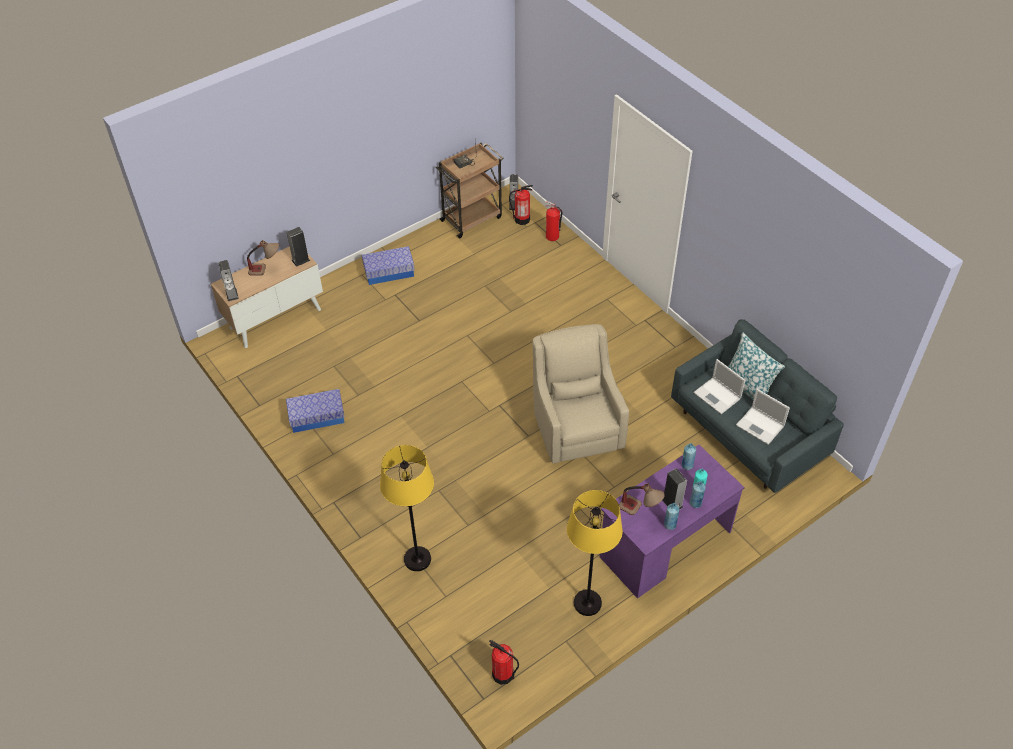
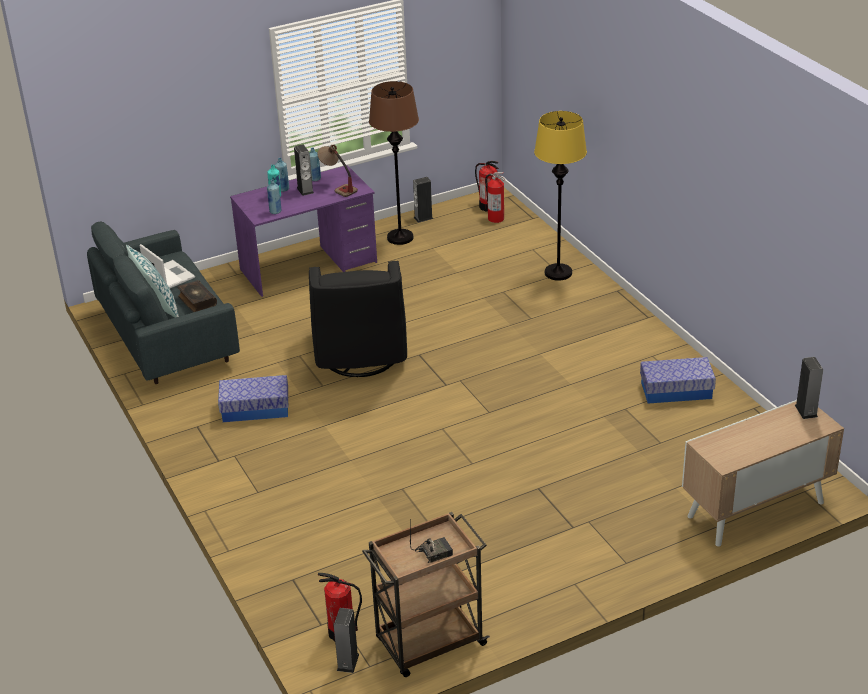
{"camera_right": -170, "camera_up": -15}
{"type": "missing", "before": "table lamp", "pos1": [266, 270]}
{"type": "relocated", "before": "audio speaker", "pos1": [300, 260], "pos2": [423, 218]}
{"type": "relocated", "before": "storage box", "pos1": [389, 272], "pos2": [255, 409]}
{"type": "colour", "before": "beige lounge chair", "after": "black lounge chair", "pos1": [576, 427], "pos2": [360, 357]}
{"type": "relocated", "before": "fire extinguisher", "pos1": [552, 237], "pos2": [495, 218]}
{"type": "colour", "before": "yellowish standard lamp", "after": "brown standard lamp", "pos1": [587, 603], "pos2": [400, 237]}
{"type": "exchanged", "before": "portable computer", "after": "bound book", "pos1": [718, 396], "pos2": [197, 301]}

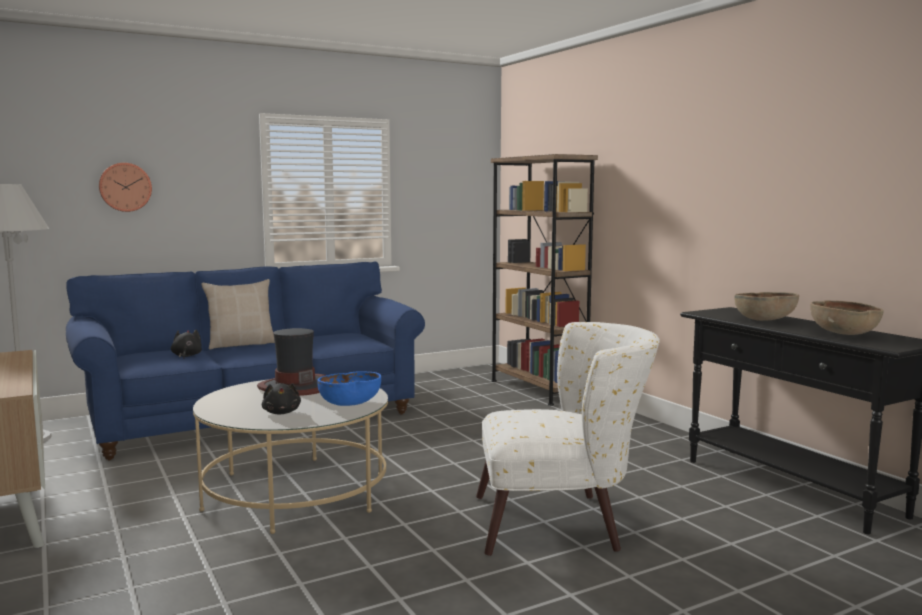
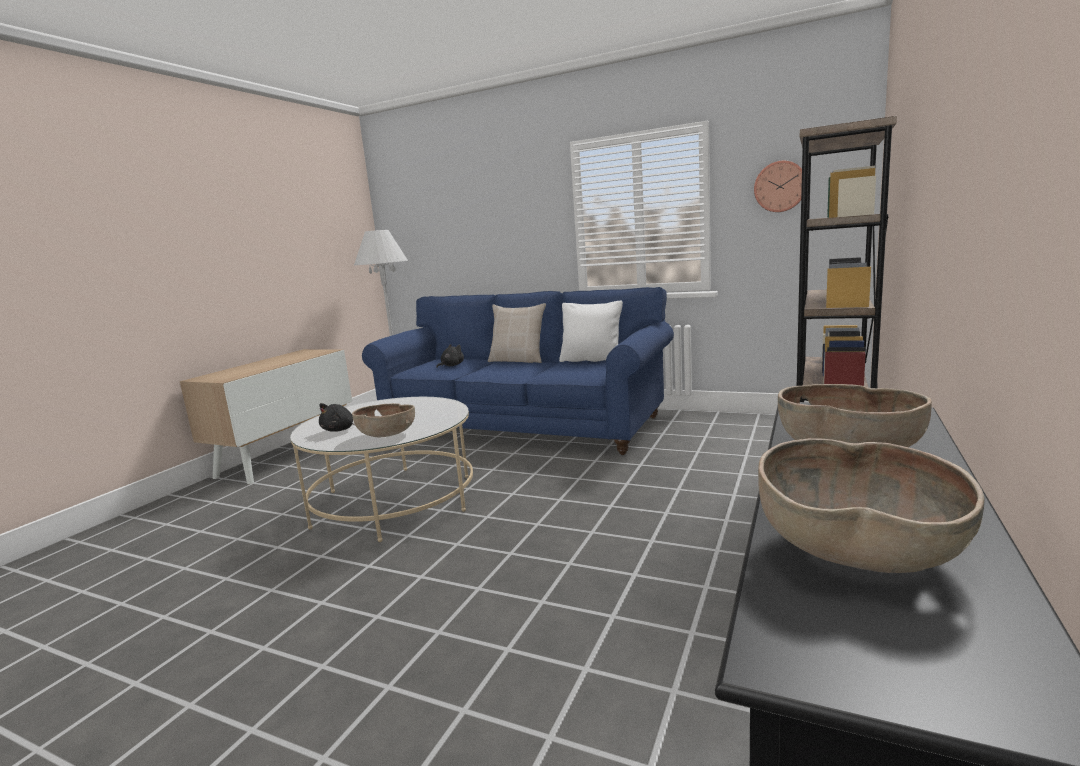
{"camera_right": 55, "camera_up": 5}
{"type": "relocated", "before": "hanging clock", "pos1": [125, 187], "pos2": [780, 186]}
{"type": "missing", "before": "clothing hat", "pos1": [295, 386]}
{"type": "colour", "before": "bluish deep dish", "after": "brown deep dish", "pos1": [350, 404], "pos2": [386, 436]}
{"type": "missing", "before": "white lounge chair", "pos1": [563, 523]}
{"type": "appeared", "after": "white throw pillow", "pos2": [592, 360]}

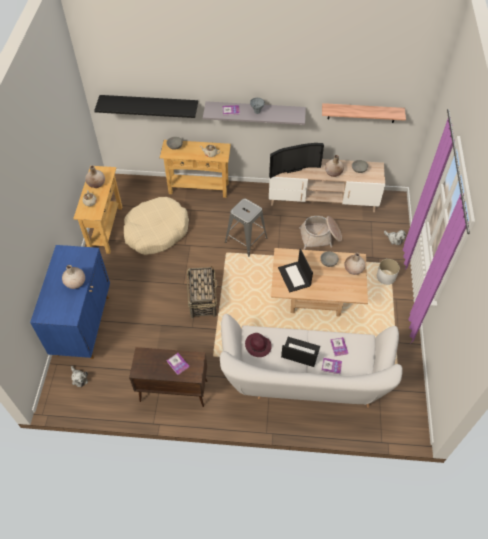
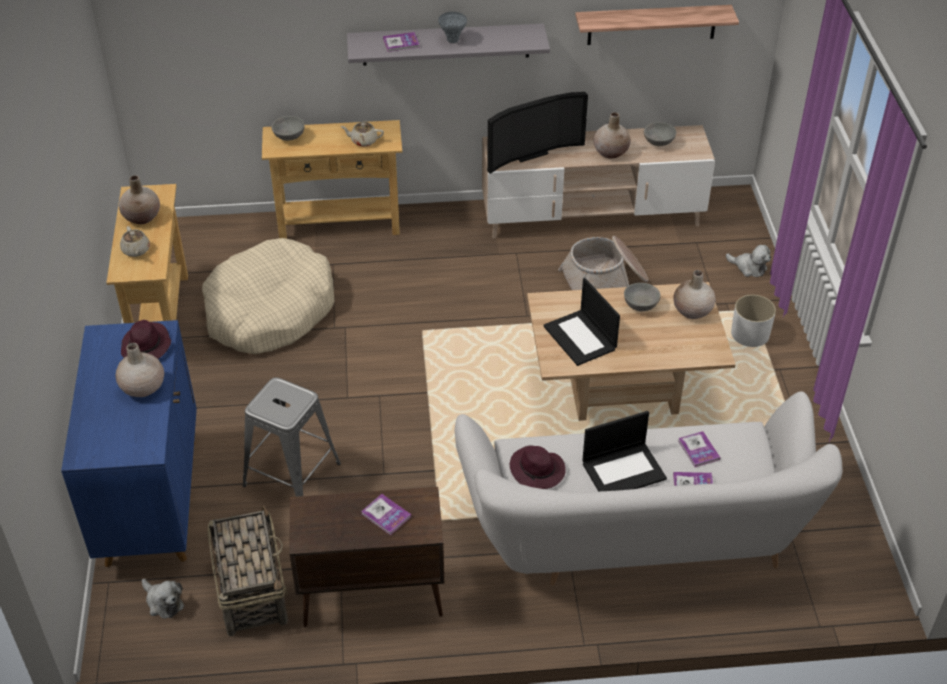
{"camera_right": -10, "camera_up": -10}
{"type": "missing", "before": "black shelf", "pos1": [149, 105]}
{"type": "relocated", "before": "storage basket", "pos1": [203, 299], "pos2": [251, 589]}
{"type": "relocated", "before": "gray stool seat", "pos1": [246, 240], "pos2": [292, 474]}
{"type": "spun", "before": "portable computer", "pos1": [300, 352], "pos2": [624, 470], "turn": 150}
{"type": "appeared", "after": "purple clothing hat", "pos2": [146, 346]}

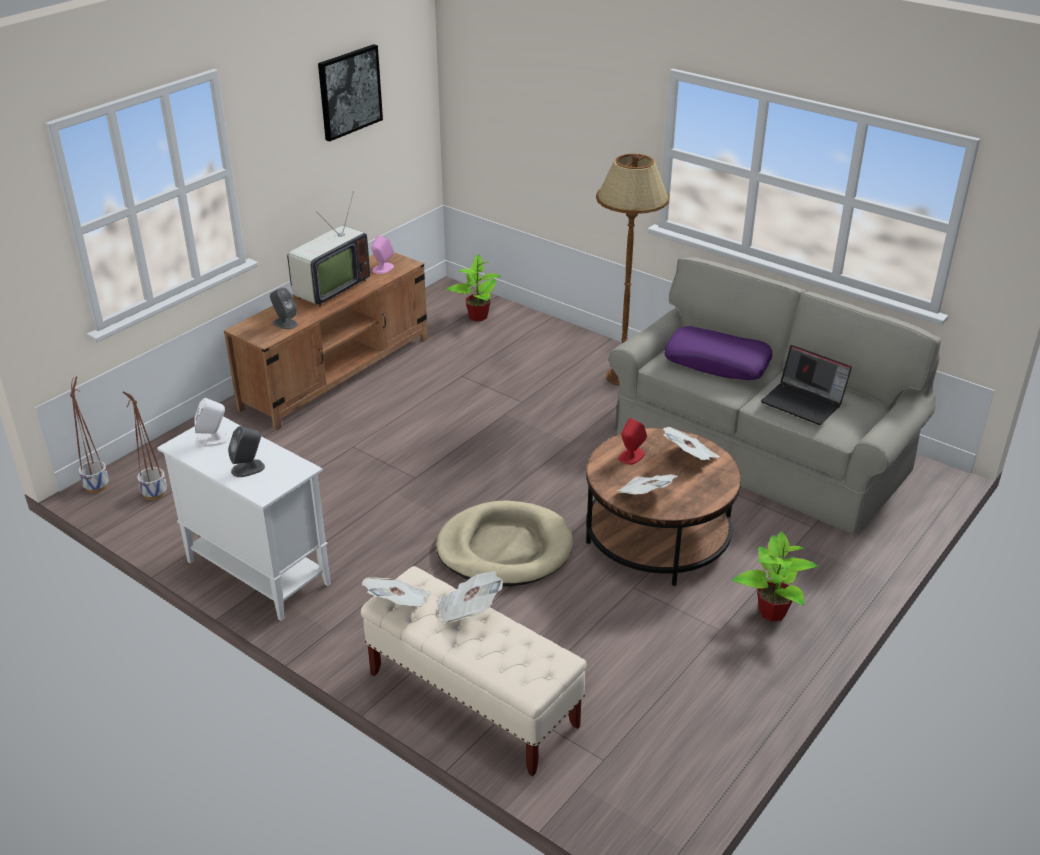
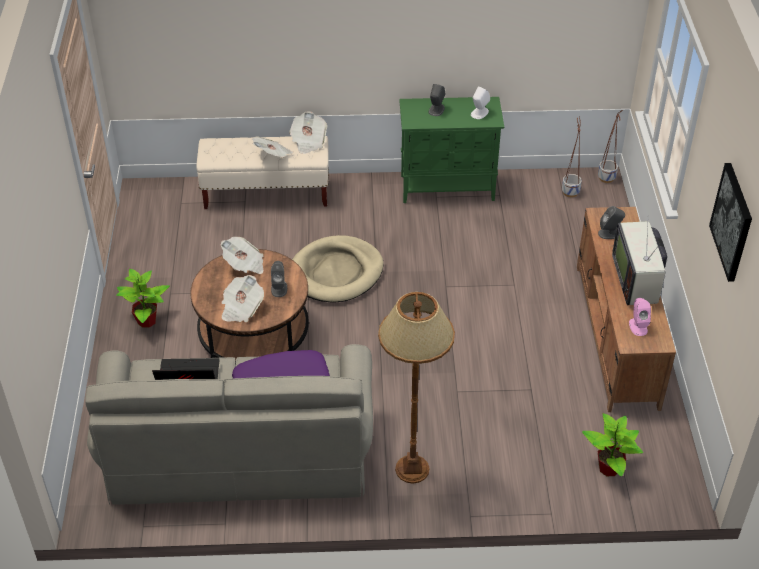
{"camera_right": 140, "camera_up": 10}
{"type": "colour", "before": "white storage cabinet", "after": "green-coloured storage cabinet", "pos1": [257, 572], "pos2": [448, 187]}
{"type": "colour", "before": "reddish audio speaker", "after": "gray audio speaker", "pos1": [631, 456], "pos2": [279, 288]}

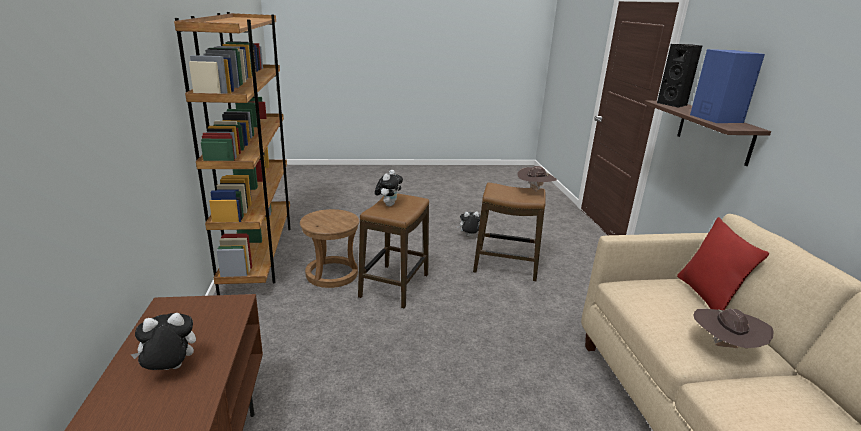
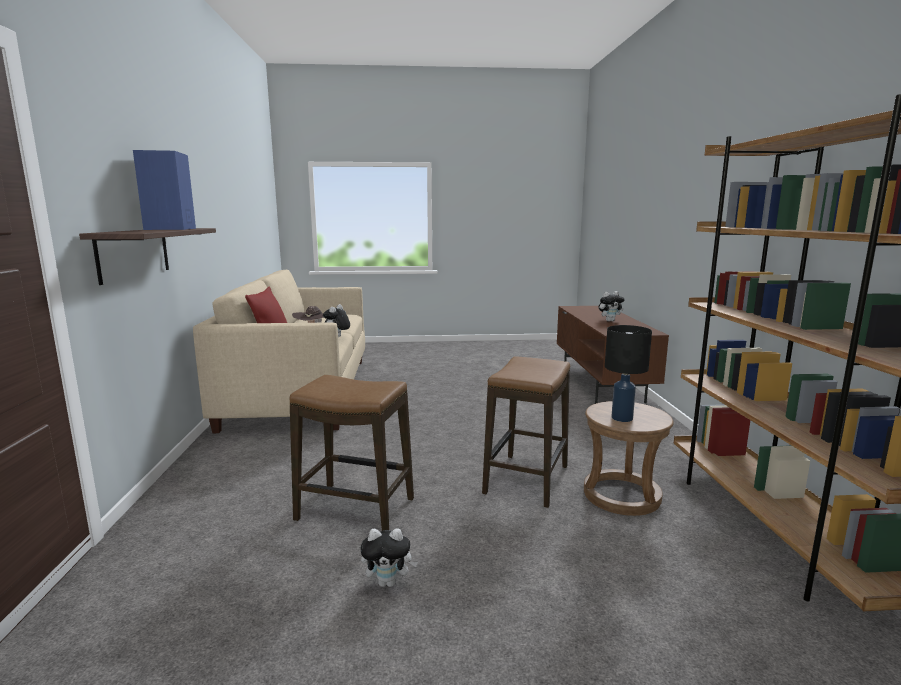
{"camera_right": -175, "camera_up": -10}
{"type": "relocated", "before": "cuddly toy", "pos1": [388, 204], "pos2": [337, 337]}
{"type": "missing", "before": "brown clothing hat", "pos1": [534, 191]}
{"type": "missing", "before": "black audio speaker", "pos1": [673, 104]}
{"type": "appeared", "after": "black table lamp", "pos2": [622, 418]}

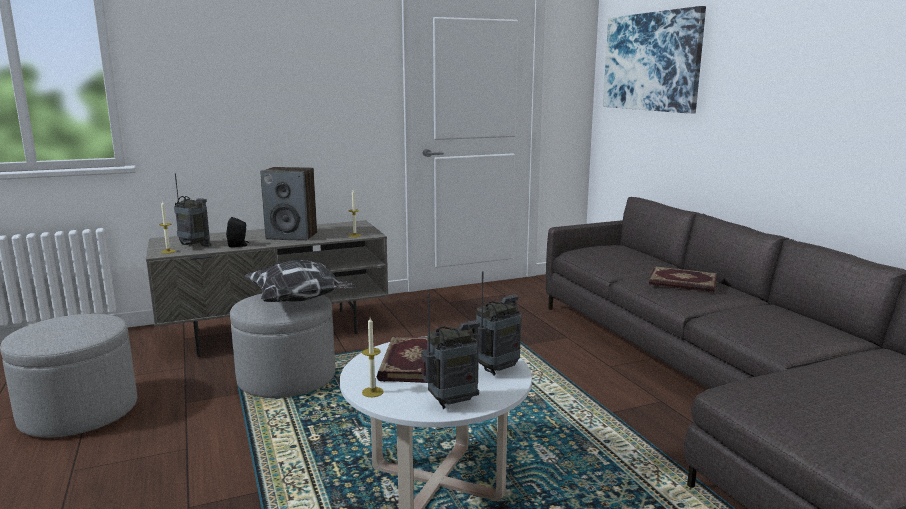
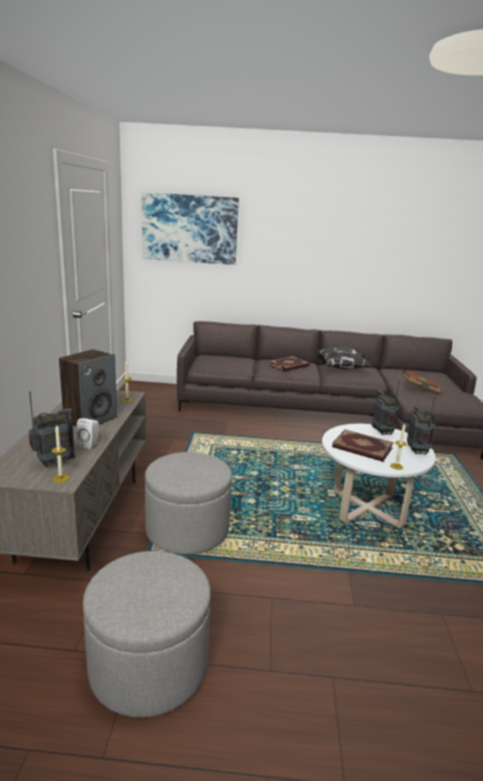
{"camera_right": -65, "camera_up": 5}
{"type": "colour", "before": "black audio speaker", "after": "white audio speaker", "pos1": [239, 245], "pos2": [90, 444]}
{"type": "relocated", "before": "throw pillow", "pos1": [300, 301], "pos2": [343, 368]}
{"type": "appeared", "after": "brown bound book", "pos2": [420, 389]}

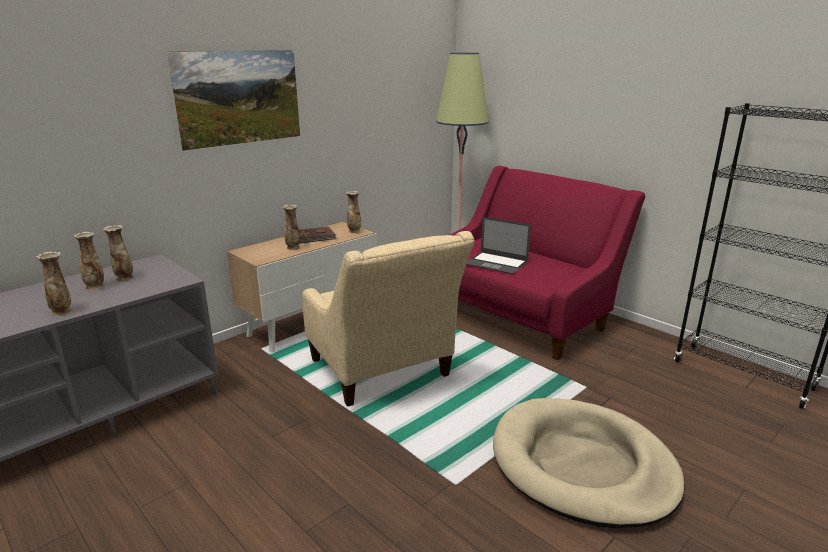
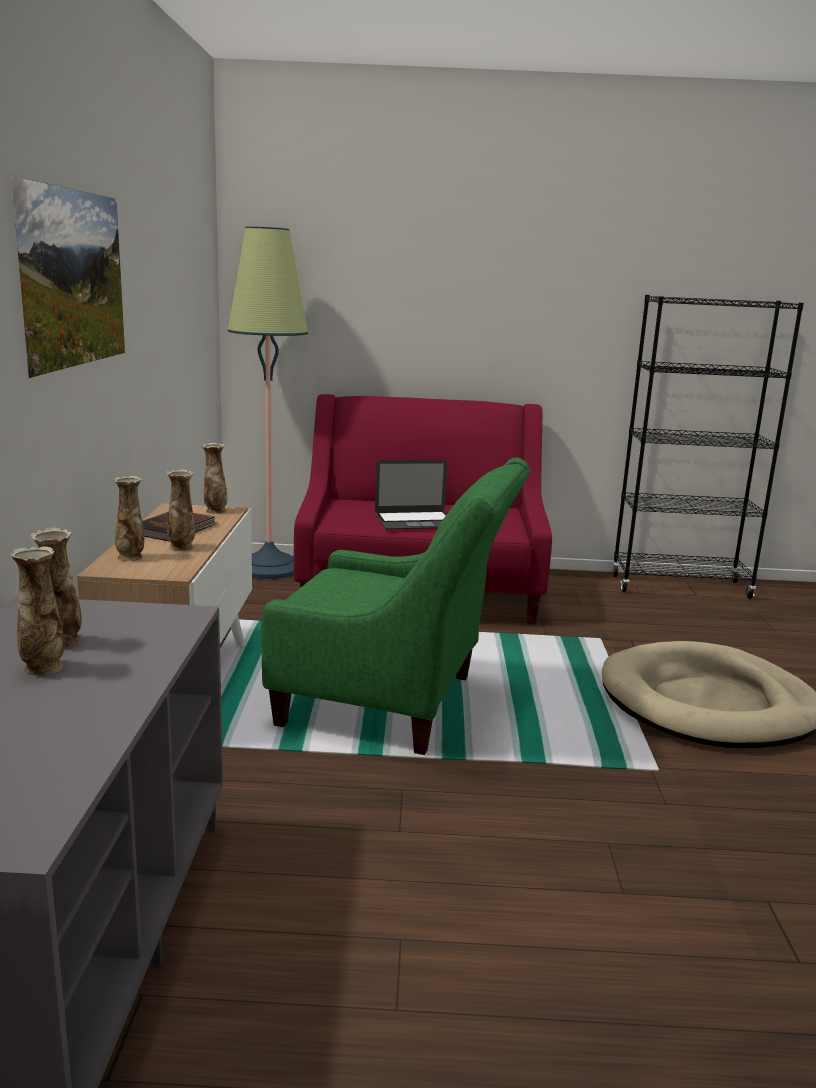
{"camera_right": -45, "camera_up": -5}
{"type": "relocated", "before": "decorative vase", "pos1": [62, 311], "pos2": [131, 557]}
{"type": "colour", "before": "beige lounge chair", "after": "green-coloured lounge chair", "pos1": [383, 373], "pos2": [393, 704]}

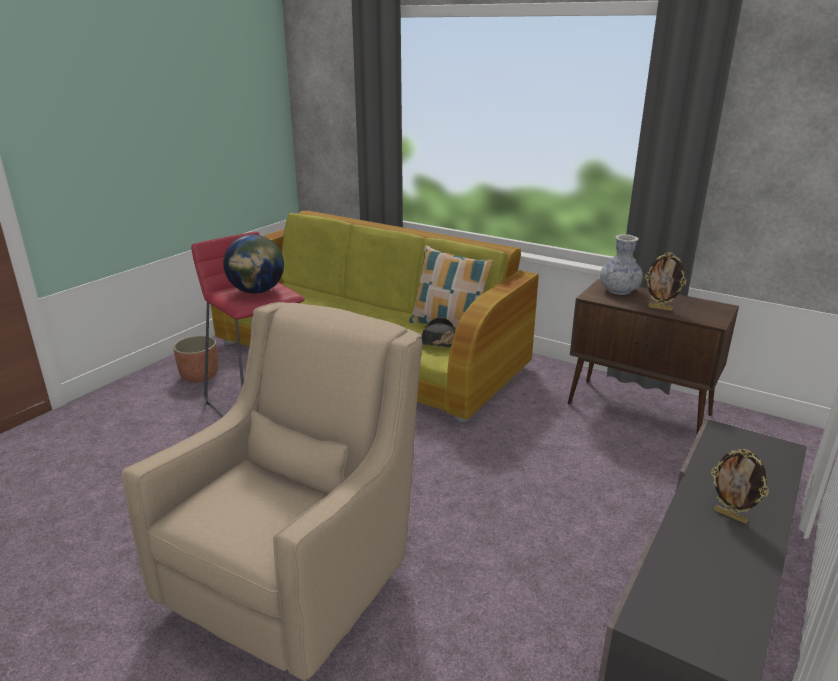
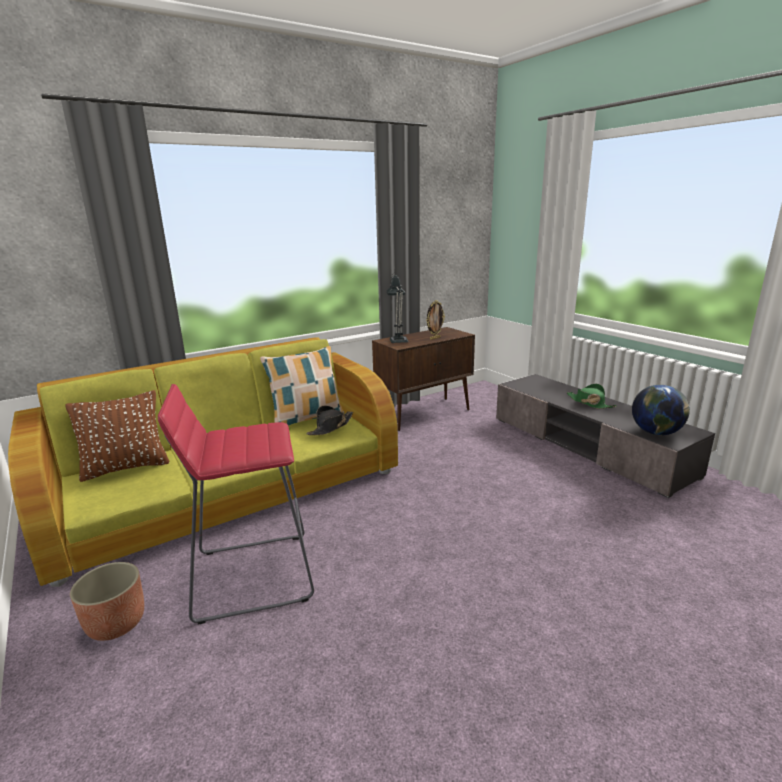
{"camera_right": -65, "camera_up": -5}
{"type": "missing", "before": "beige lounge chair", "pos1": [300, 577]}
{"type": "relocated", "before": "world globe", "pos1": [257, 291], "pos2": [656, 432]}
{"type": "exchanged", "before": "decorative vase", "after": "table lamp", "pos1": [619, 291], "pos2": [398, 340]}
{"type": "exchanged", "before": "picture frame", "after": "green-coloured clothing hat", "pos1": [730, 516], "pos2": [589, 403]}
{"type": "appeared", "after": "brown throw pillow", "pos2": [126, 468]}

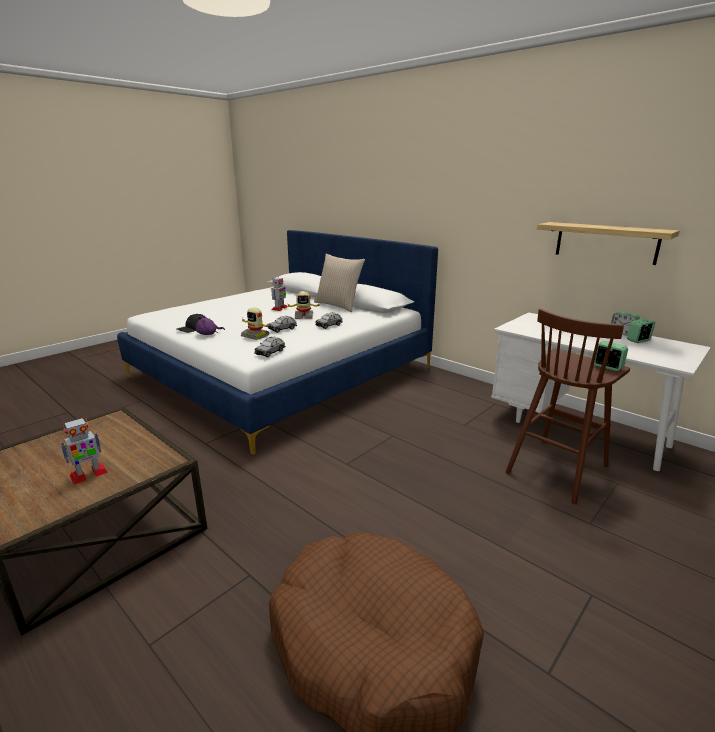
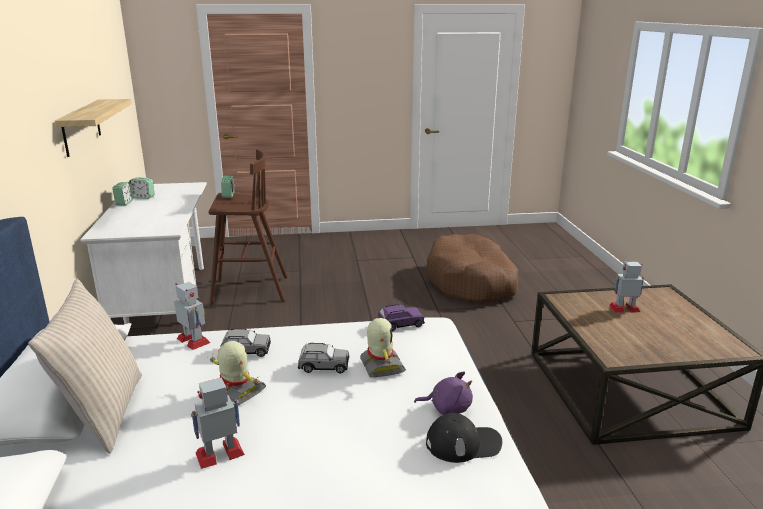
{"camera_right": -140, "camera_up": 0}
{"type": "colour", "before": "gray miniature car", "after": "purple miniature car", "pos1": [270, 352], "pos2": [400, 324]}
{"type": "appeared", "after": "model robot", "pos2": [193, 340]}

